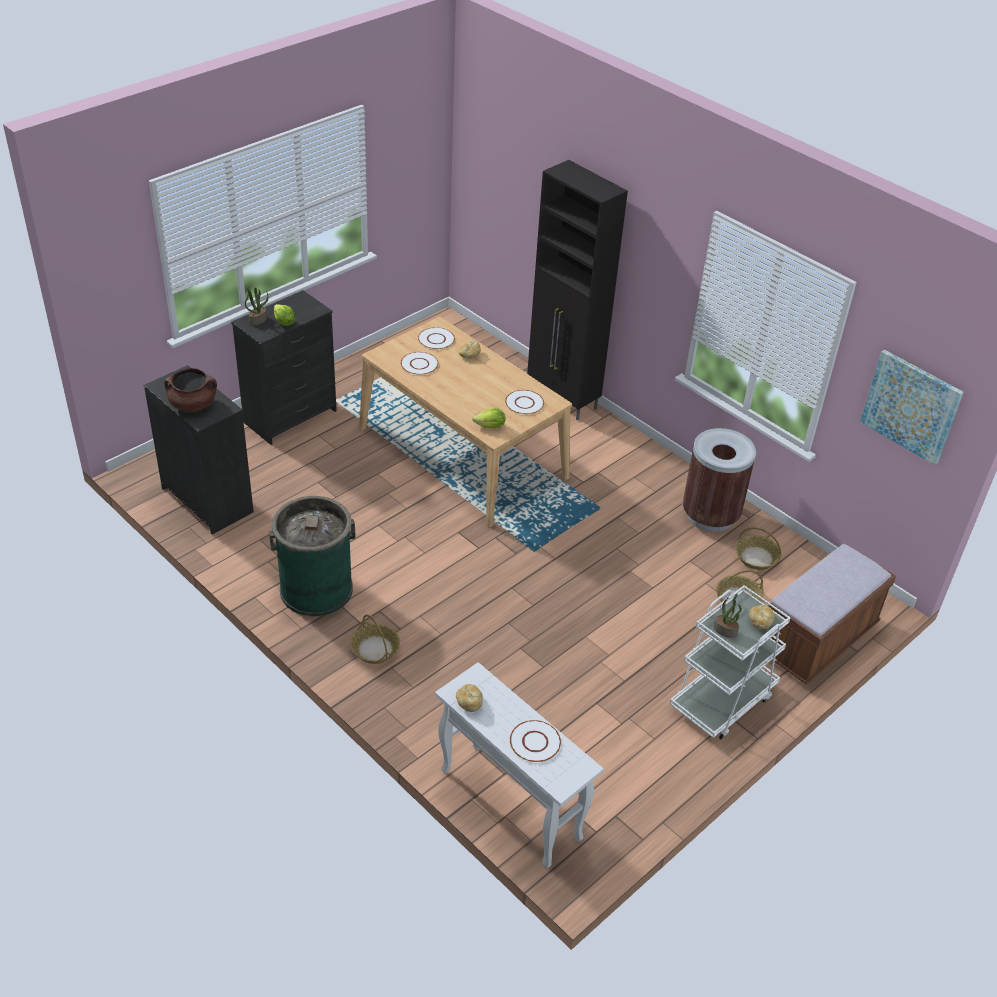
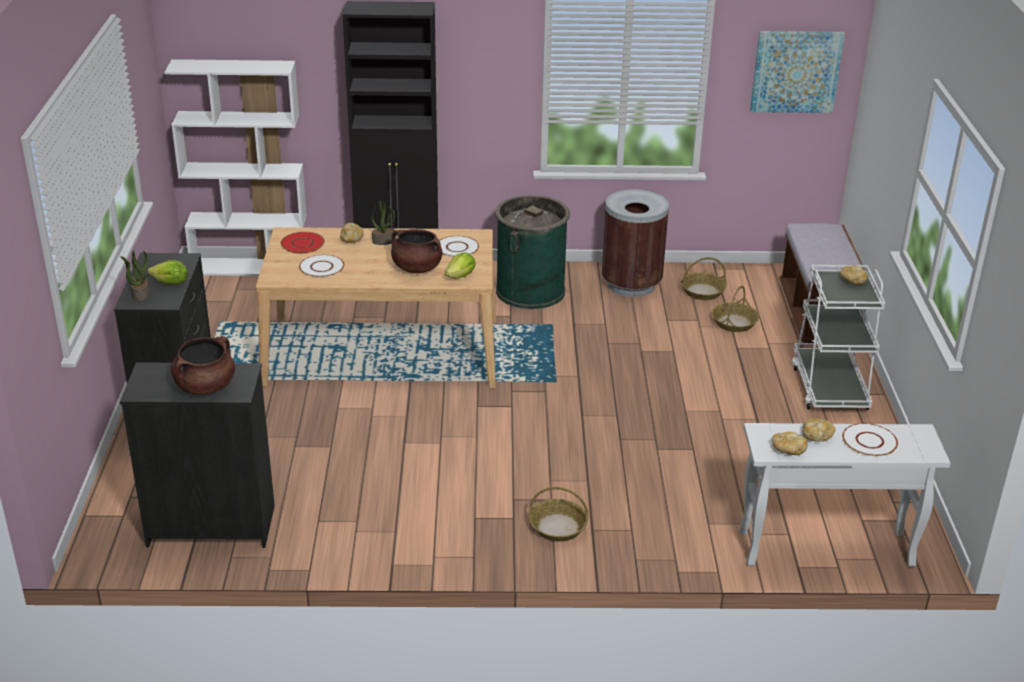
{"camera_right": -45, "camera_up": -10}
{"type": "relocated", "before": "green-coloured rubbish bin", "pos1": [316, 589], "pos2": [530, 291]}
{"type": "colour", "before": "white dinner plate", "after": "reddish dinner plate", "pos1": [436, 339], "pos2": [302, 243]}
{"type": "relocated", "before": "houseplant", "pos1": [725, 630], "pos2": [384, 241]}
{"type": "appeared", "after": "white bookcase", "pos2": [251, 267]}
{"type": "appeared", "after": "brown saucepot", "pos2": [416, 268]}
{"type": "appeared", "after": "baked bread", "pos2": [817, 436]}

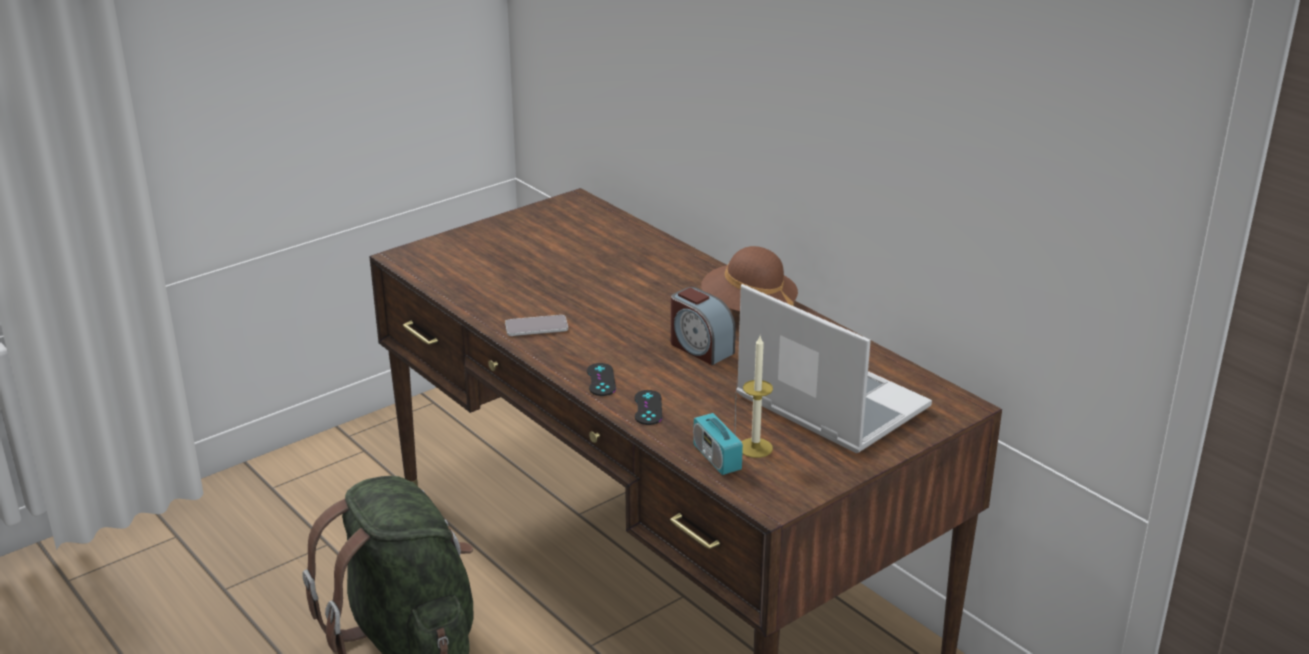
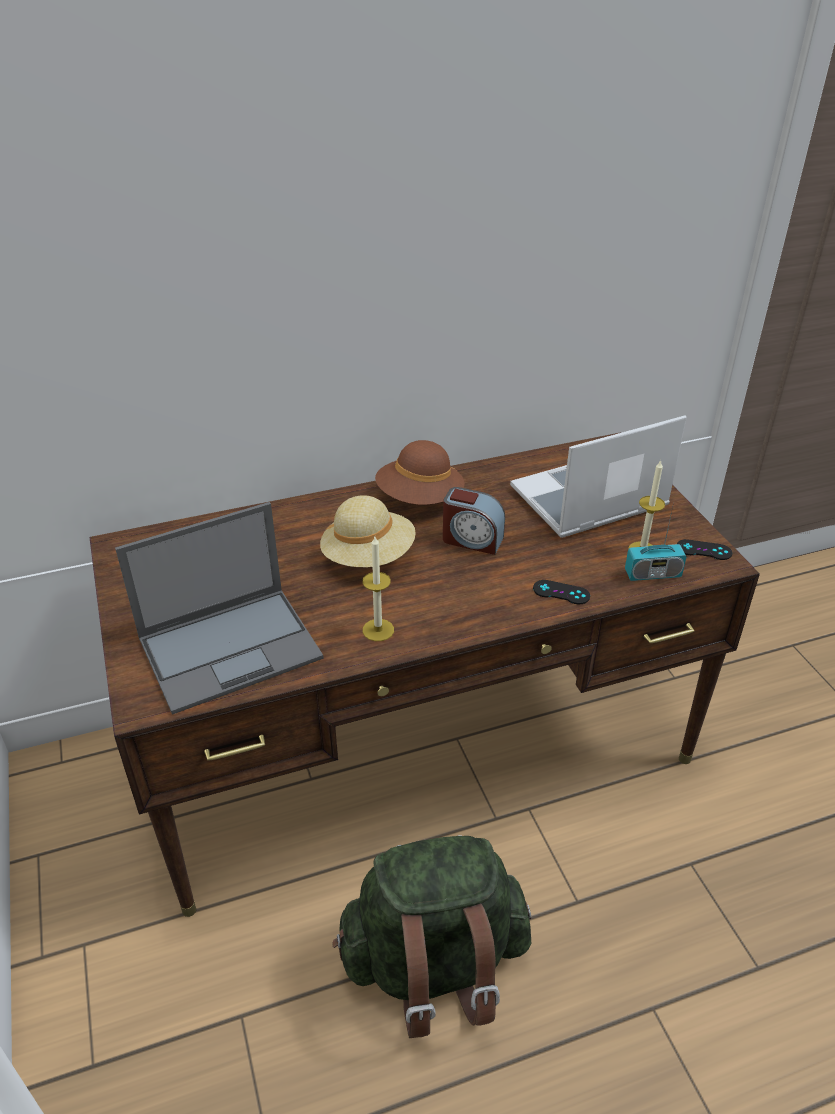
{"camera_right": -70, "camera_up": 10}
{"type": "exchanged", "before": "phone", "after": "wax candle", "pos1": [536, 327], "pos2": [378, 630]}
{"type": "relocated", "before": "black game controller", "pos1": [601, 380], "pos2": [704, 550]}
{"type": "spun", "before": "bedside clock", "pos1": [700, 348], "pos2": [472, 539], "turn": 45}
{"type": "appeared", "after": "portable computer", "pos2": [232, 647]}
{"type": "appeared", "after": "beige clothing hat", "pos2": [368, 556]}

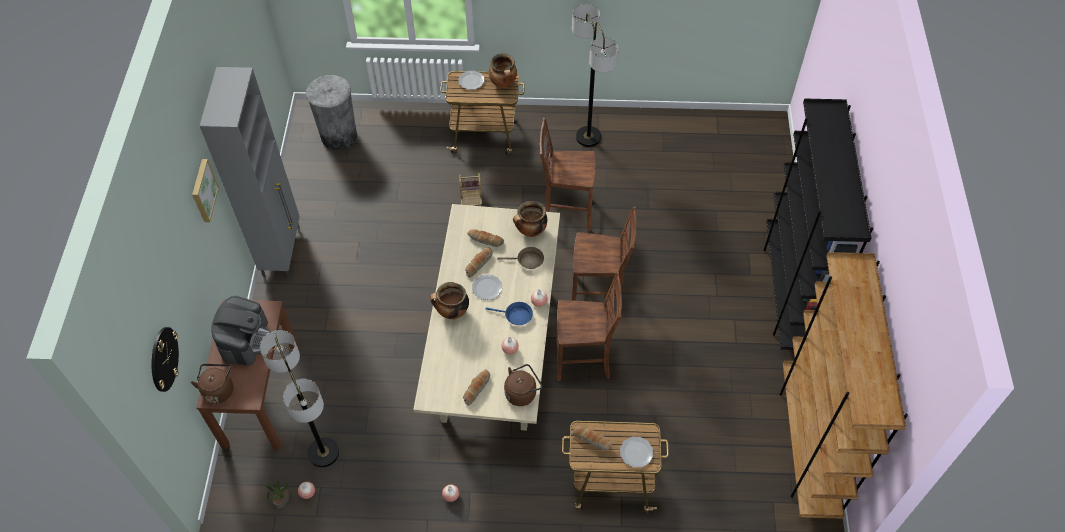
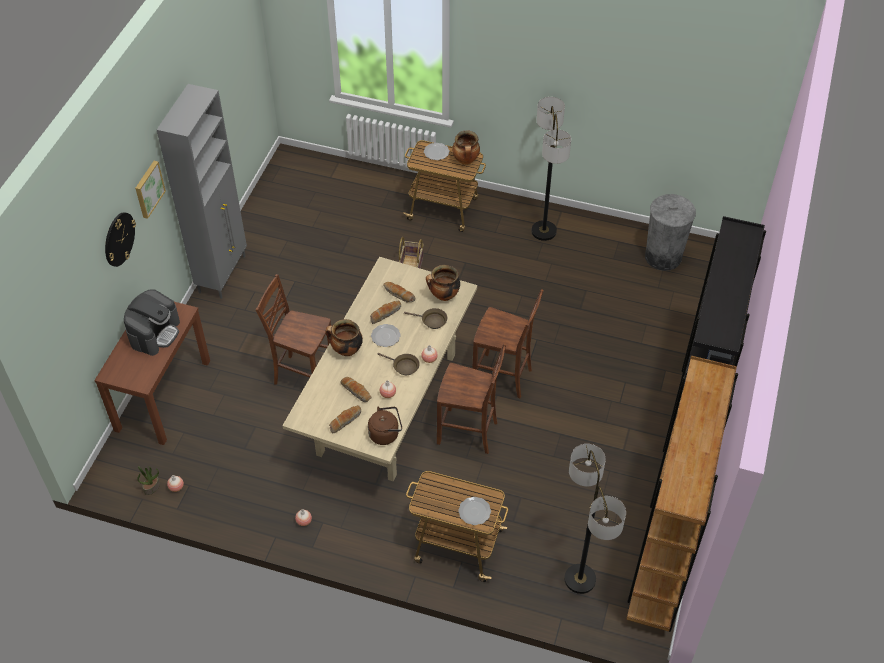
{"camera_right": 15, "camera_up": -5}
{"type": "relocated", "before": "hanging clock", "pos1": [163, 359], "pos2": [119, 239]}
{"type": "missing", "before": "brown kettle", "pos1": [218, 389]}
{"type": "relocated", "before": "standard lamp", "pos1": [323, 453], "pos2": [580, 579]}
{"type": "relocated", "before": "gray rubbish bin", "pos1": [339, 136], "pos2": [663, 257]}
{"type": "colour", "before": "bluish skillet", "after": "brown skillet", "pos1": [516, 316], "pos2": [404, 366]}
{"type": "relocated", "before": "brown plain chair", "pos1": [566, 212], "pos2": [303, 375]}
{"type": "relocated", "before": "baked bread", "pos1": [592, 439], "pos2": [356, 391]}

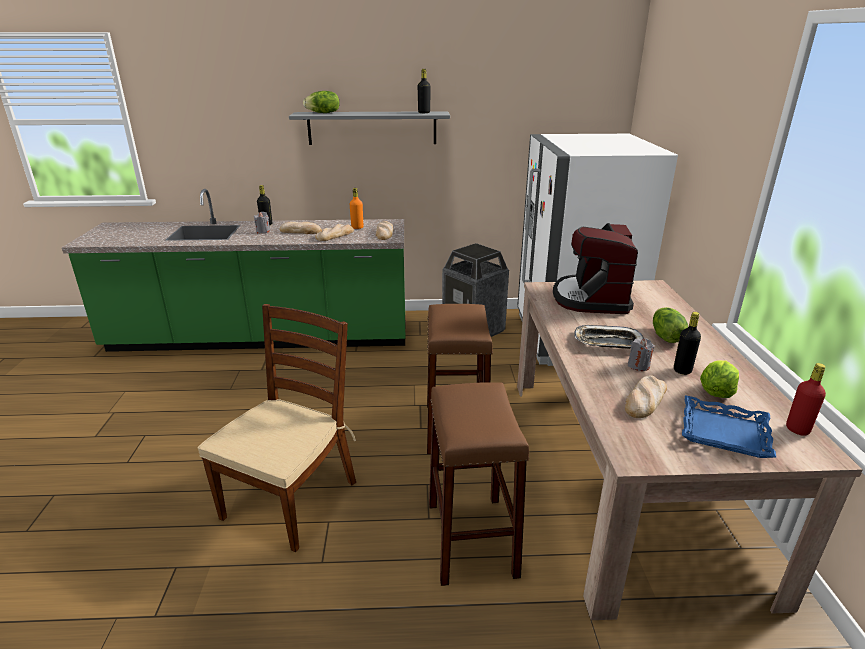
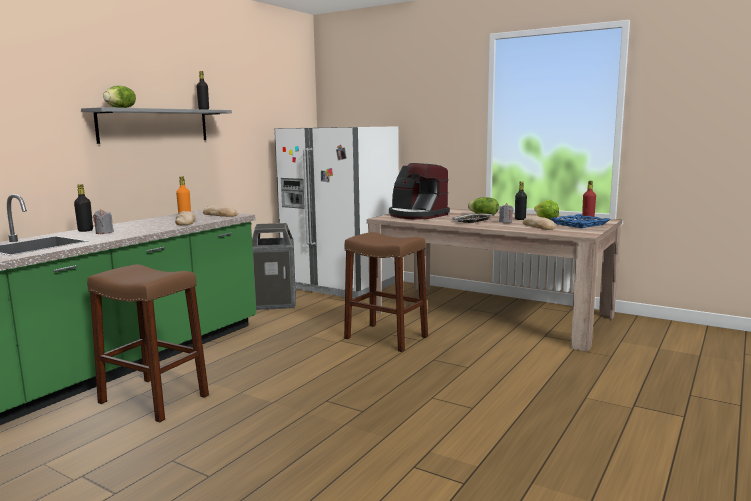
{"camera_right": -55, "camera_up": -15}
{"type": "missing", "before": "brown plain chair", "pos1": [291, 498]}
{"type": "missing", "before": "baked bread", "pos1": [301, 231]}
{"type": "relocated", "before": "brown stool seat", "pos1": [471, 538], "pos2": [153, 399]}

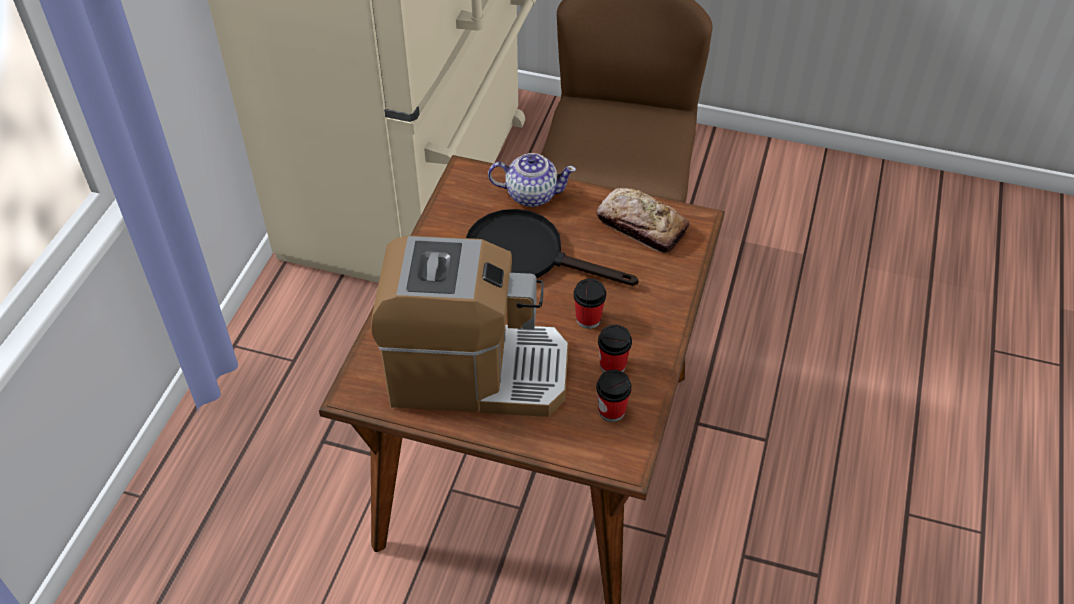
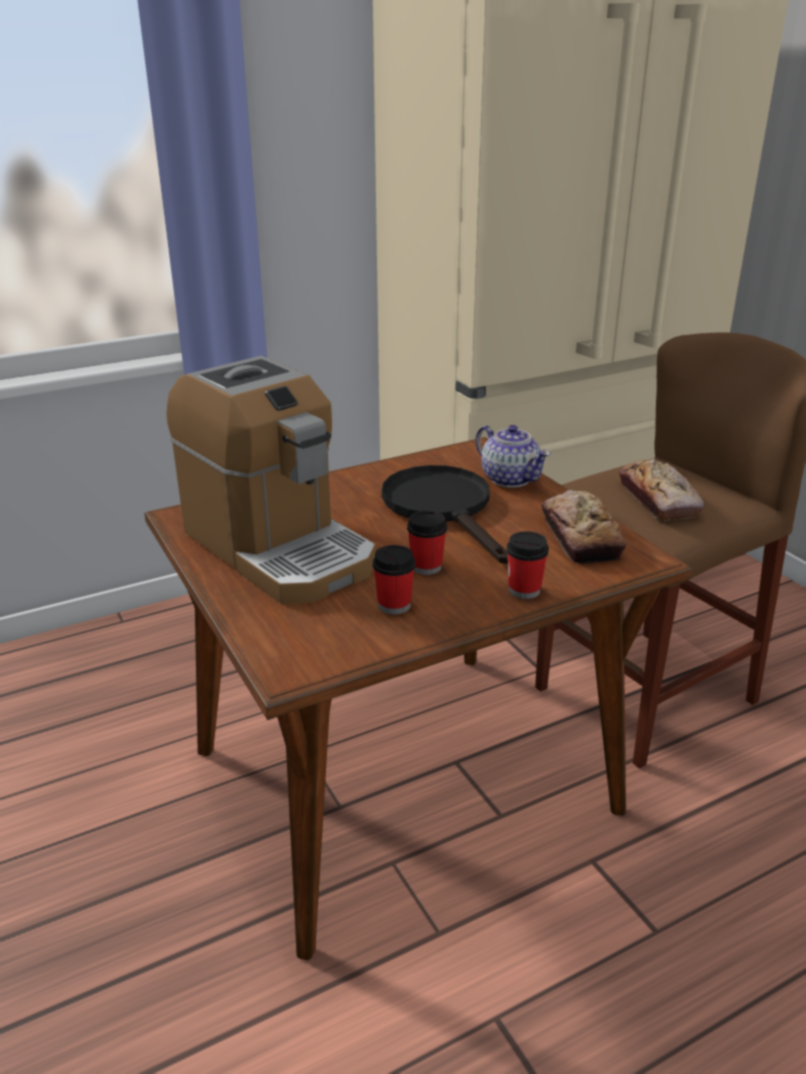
{"camera_right": 45, "camera_up": -20}
{"type": "relocated", "before": "small cup", "pos1": [611, 411], "pos2": [524, 590]}
{"type": "appeared", "after": "baked bread", "pos2": [658, 500]}

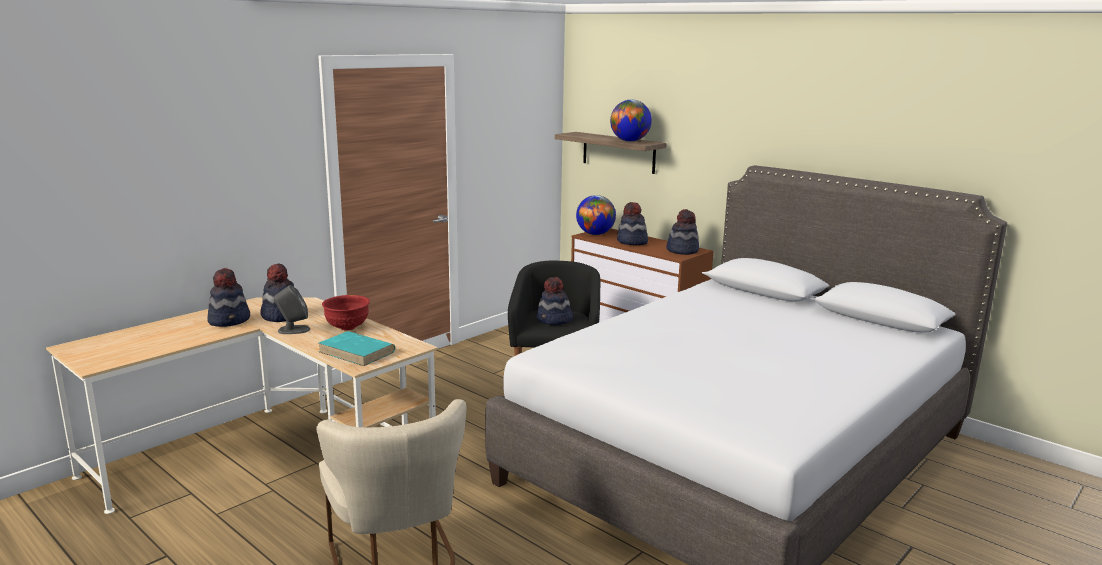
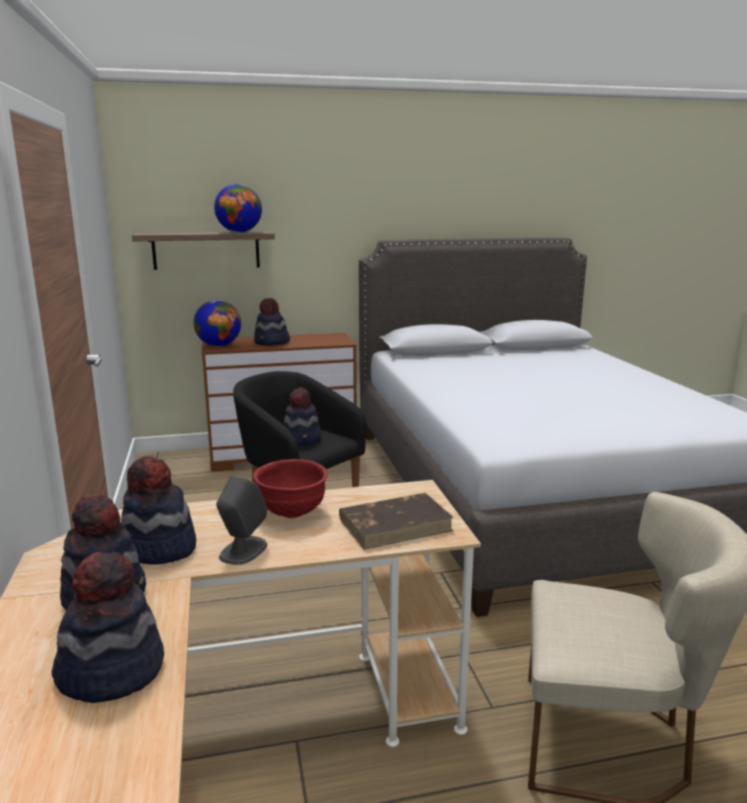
{"camera_right": -55, "camera_up": 0}
{"type": "colour", "before": "turquoise-coloured bound book", "after": "brown bound book", "pos1": [357, 352], "pos2": [396, 524]}
{"type": "relocated", "before": "clothing hat", "pos1": [682, 250], "pos2": [111, 671]}

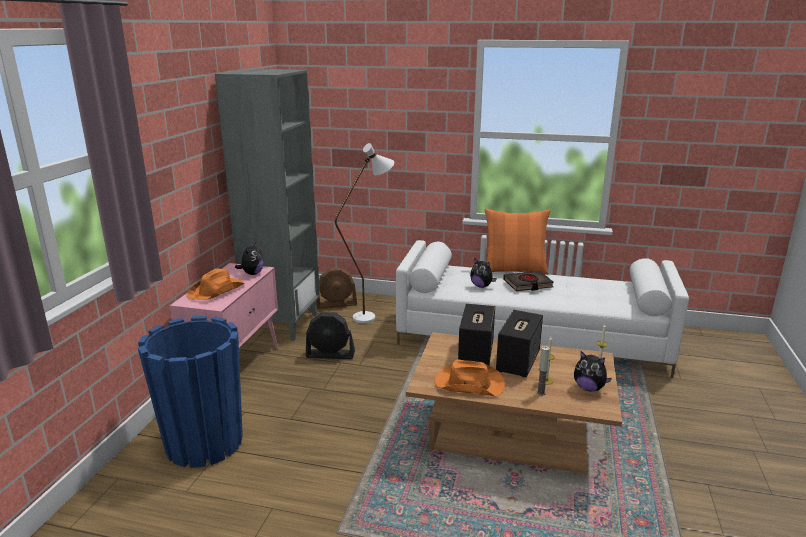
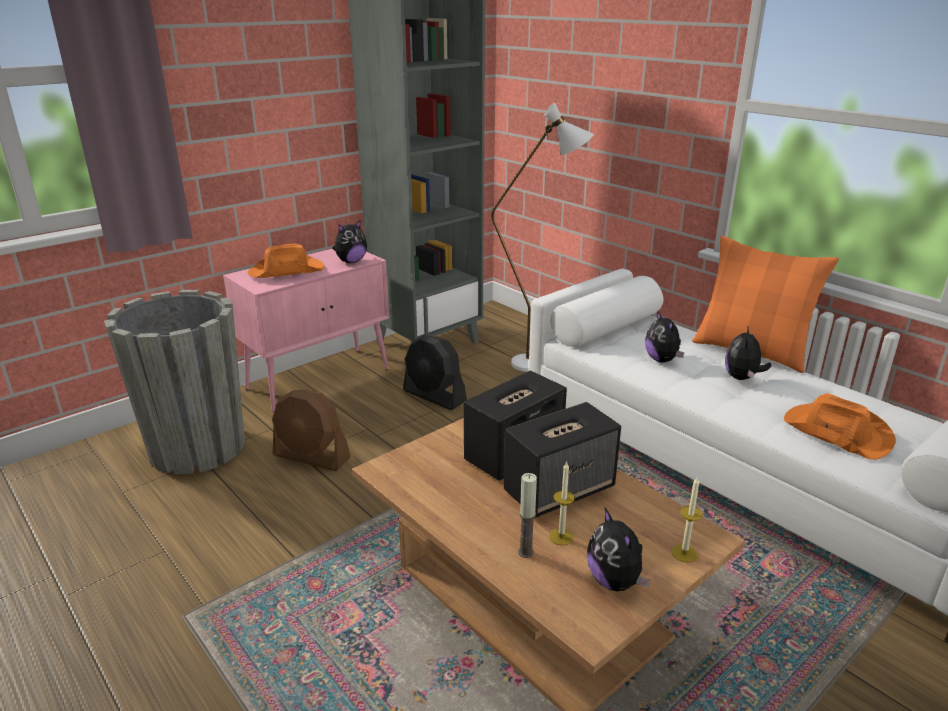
{"camera_right": 35, "camera_up": 5}
{"type": "colour", "before": "bluish flower pot", "after": "gray flower pot", "pos1": [204, 443], "pos2": [197, 447]}
{"type": "relocated", "before": "brown fan", "pos1": [336, 304], "pos2": [311, 457]}
{"type": "relocated", "before": "orangey clothing hat", "pos1": [468, 383], "pos2": [836, 432]}
{"type": "exchanged", "before": "black bound book", "after": "cuddly toy", "pos1": [527, 284], "pos2": [742, 378]}

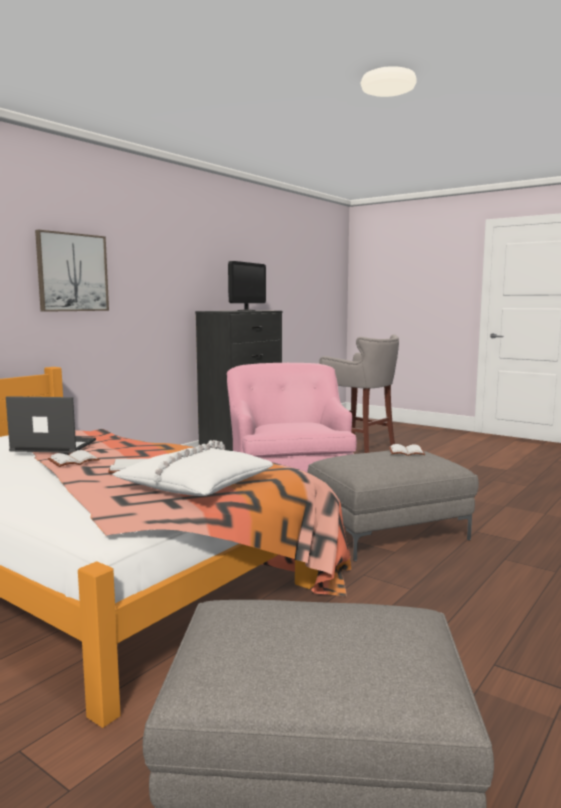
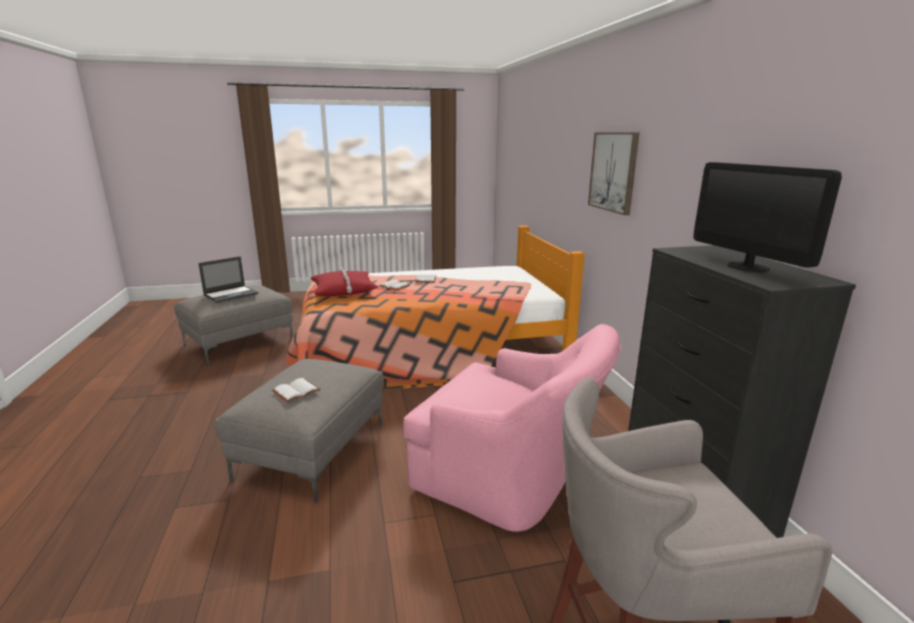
{"camera_right": 130, "camera_up": 10}
{"type": "relocated", "before": "portable computer", "pos1": [53, 445], "pos2": [231, 294]}
{"type": "colour", "before": "white throw pillow", "after": "reddish throw pillow", "pos1": [195, 484], "pos2": [344, 290]}

